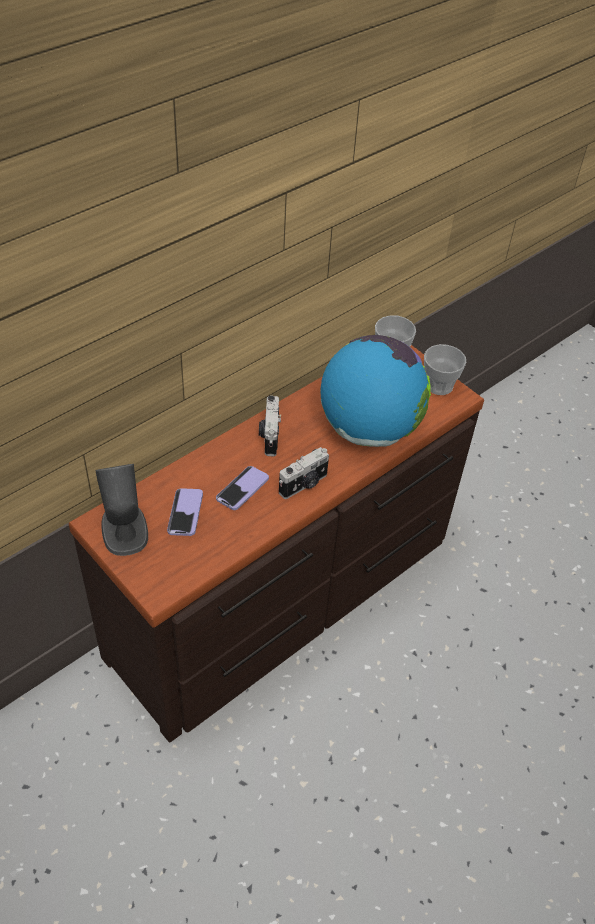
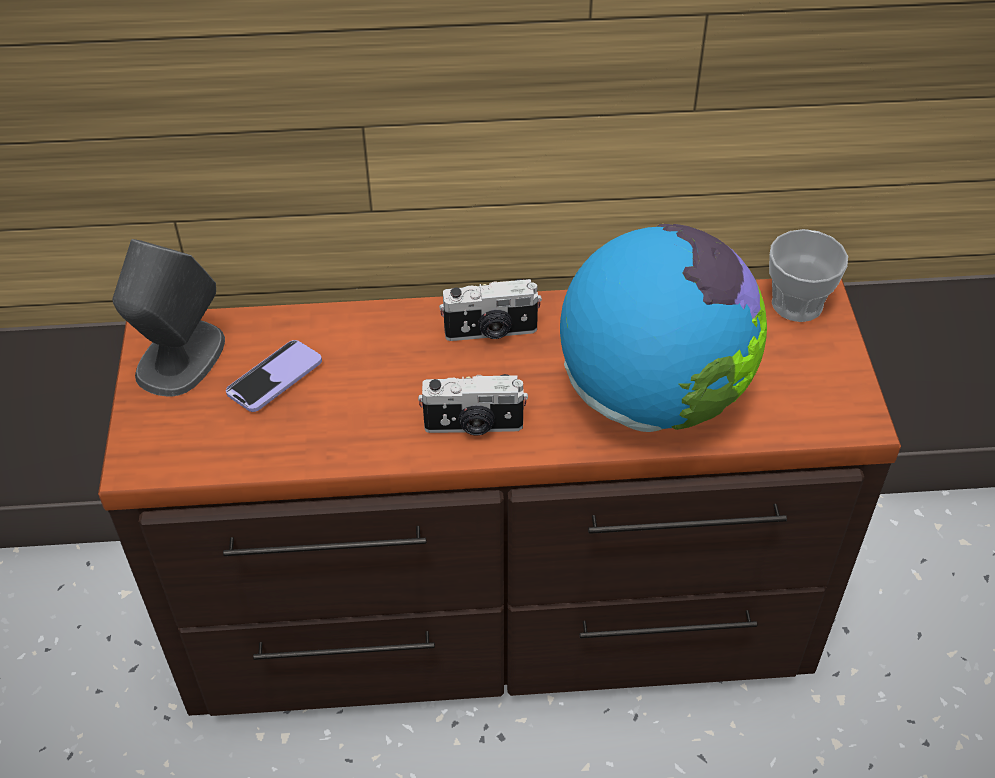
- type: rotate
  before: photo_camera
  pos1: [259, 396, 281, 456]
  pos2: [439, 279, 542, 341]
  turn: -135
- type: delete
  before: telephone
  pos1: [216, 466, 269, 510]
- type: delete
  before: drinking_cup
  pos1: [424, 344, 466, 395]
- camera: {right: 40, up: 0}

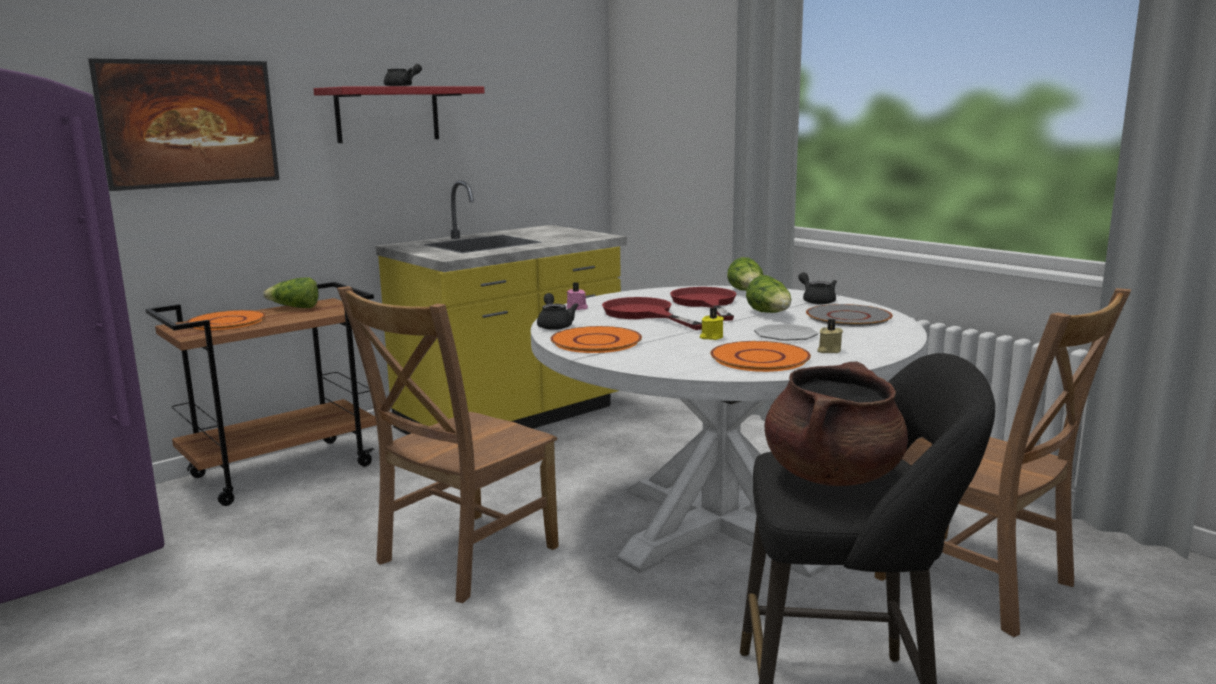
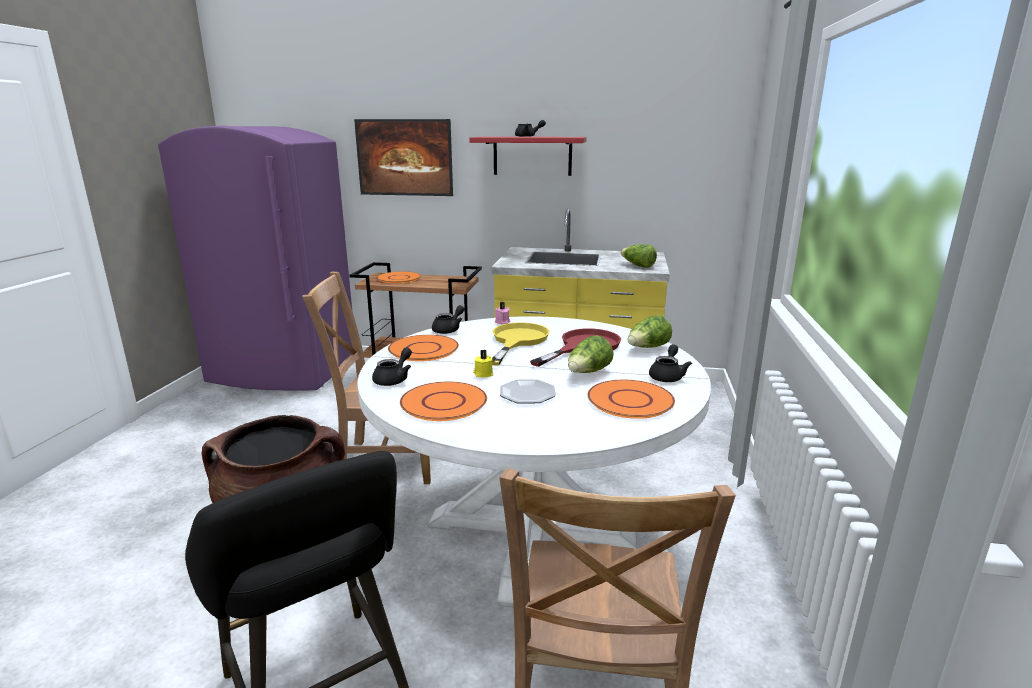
- type: insert
  after: black_teapot
  pos2: [372, 348, 412, 386]
- type: recolor
  before: reddish_frying_pan
  after: yellowish_frying_pan
  pos1: [602, 297, 702, 330]
  pos2: [492, 322, 550, 366]
- type: recolor
  before: grey_flat_dish
  after: orange_flat_dish
  pos1: [806, 304, 893, 327]
  pos2: [587, 380, 675, 419]
- type: move
  before: lettuce
  pos1: [263, 278, 319, 308]
  pos2: [620, 244, 657, 268]
- type: delete
  before: beige-coloured_wax_light
  pos1: [817, 319, 843, 353]
- camera: {right: 50, up: 5}

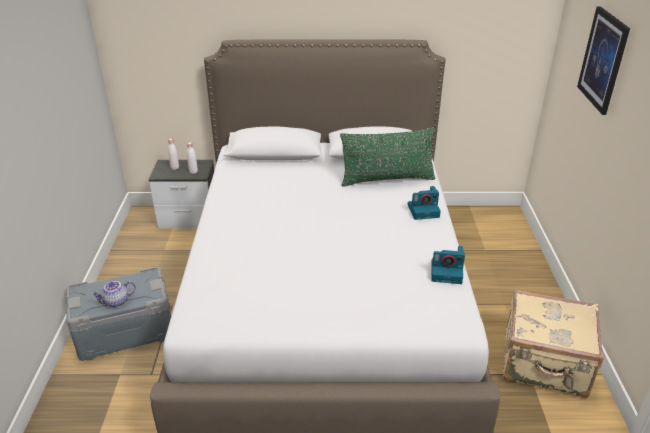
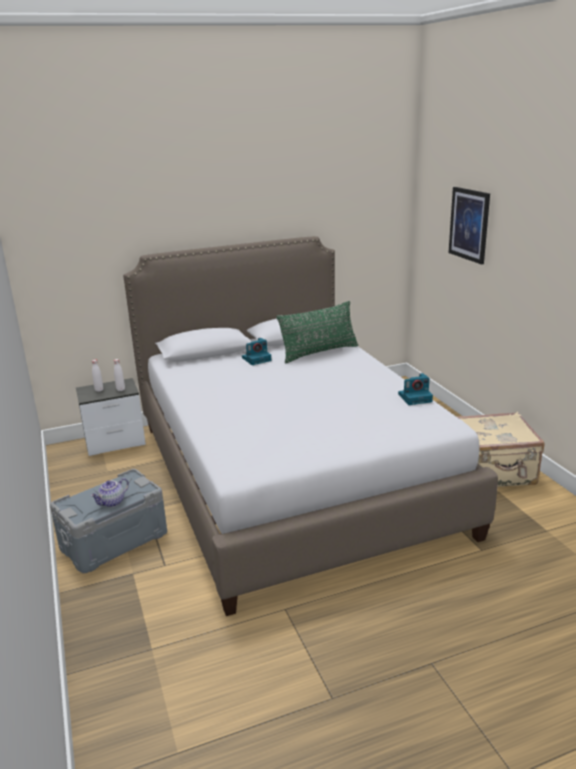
- type: move
  before: photo_camera
  pos1: [408, 186, 441, 220]
  pos2: [242, 338, 271, 365]
- camera: {right: -20, up: -10}

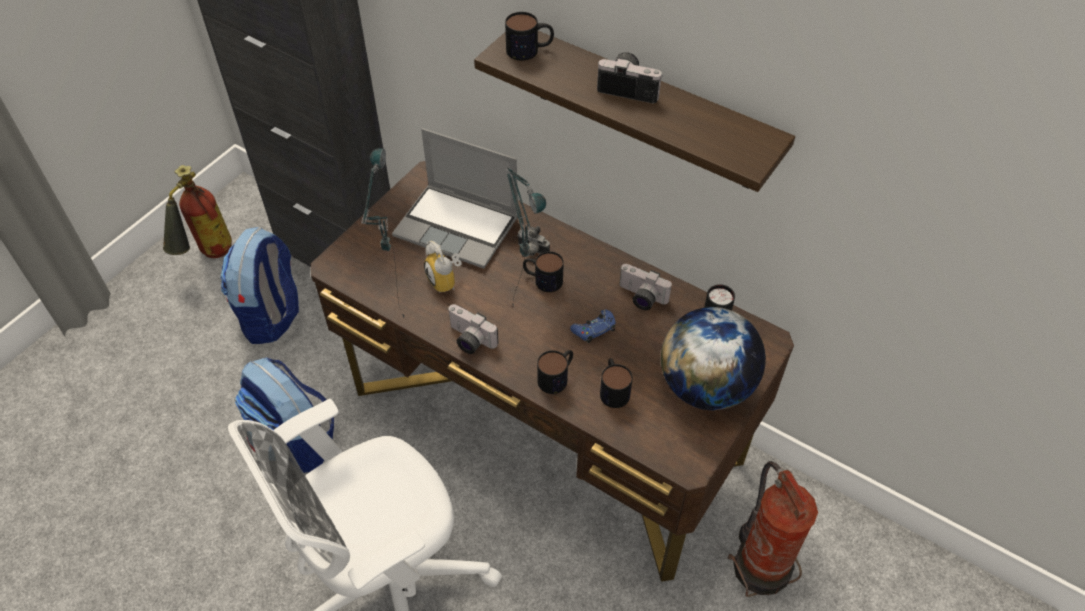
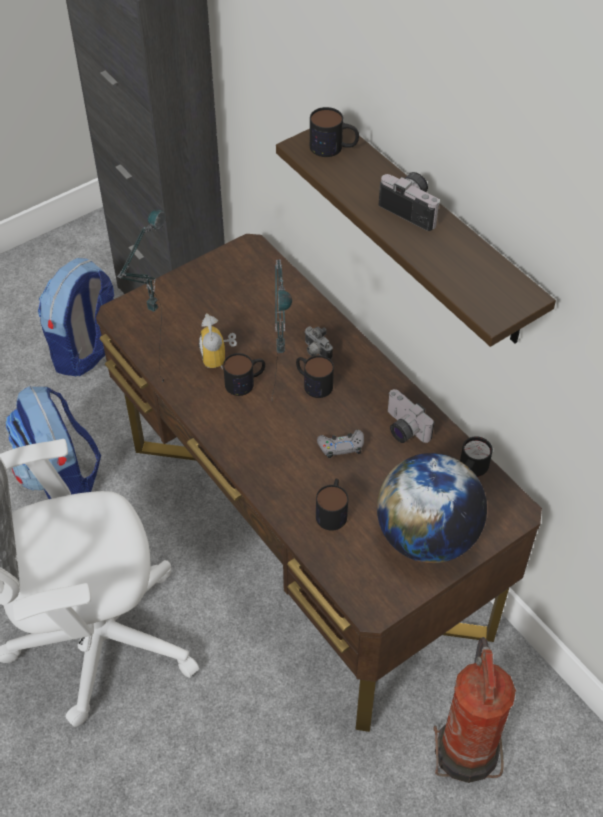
- type: move
  before: tea_mug
  pos1: [537, 350, 573, 394]
  pos2: [223, 353, 265, 396]
- type: recolor
  before: blue-coloured_game_controller
  after: grey_game_controller
  pos1: [570, 310, 616, 343]
  pos2: [317, 430, 364, 458]
- type: delete
  before: extinguisher
  pos1: [163, 165, 232, 258]
- type: delete
  before: portable_computer
  pos1: [392, 128, 518, 269]
- type: delete
  before: photo_camera
  pos1: [448, 304, 499, 354]
- camera: {right: 20, up: 0}

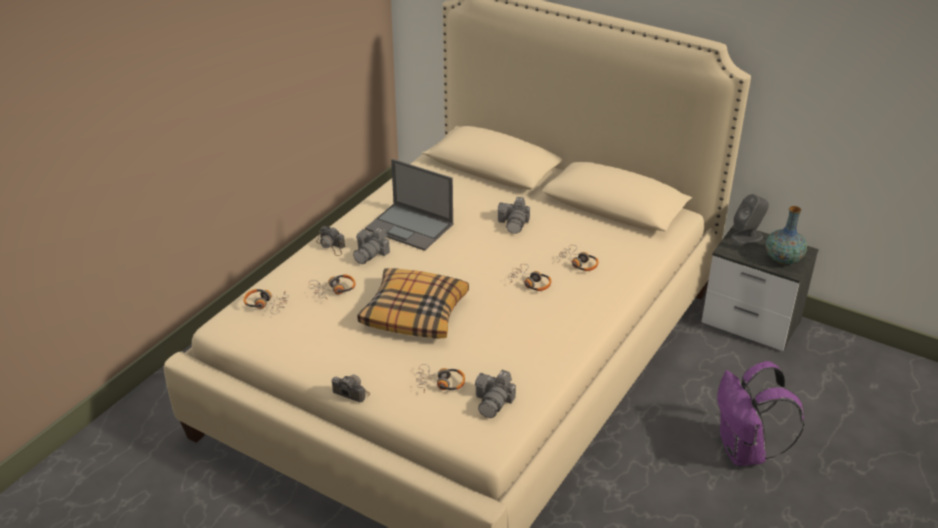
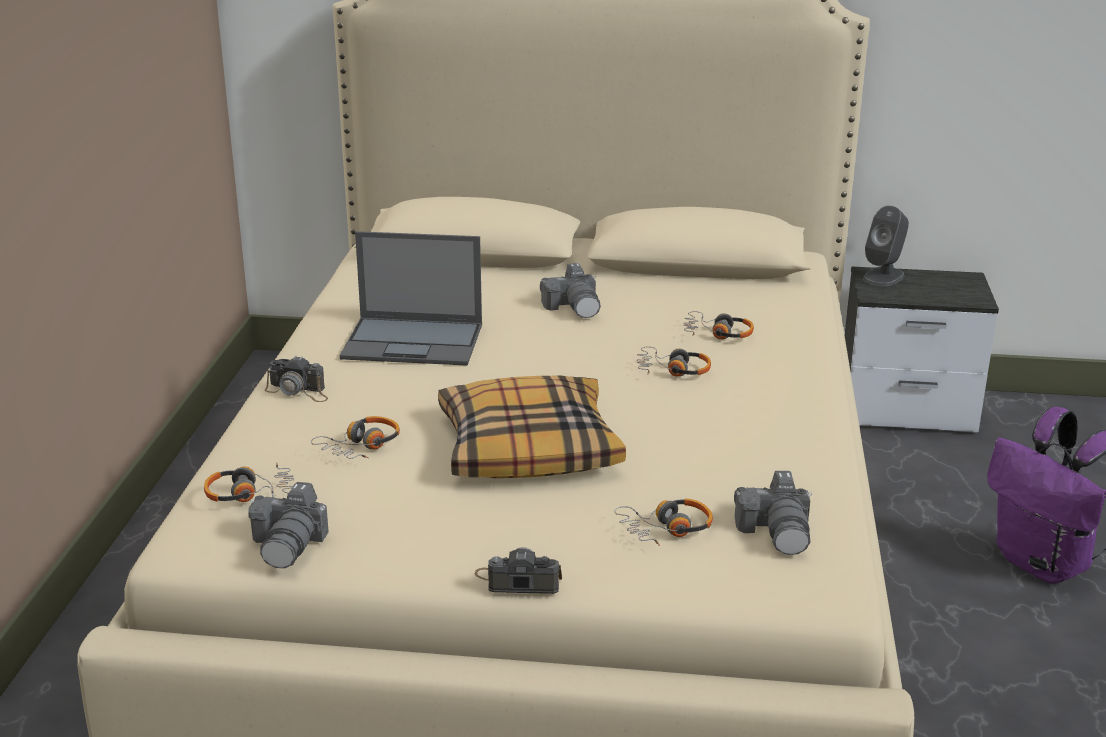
- type: move
  before: photo_camera
  pos1: [353, 227, 390, 264]
  pos2: [248, 482, 329, 568]
- type: delete
  before: vase
  pos1: [766, 206, 807, 265]
- camera: {right: -25, up: -10}

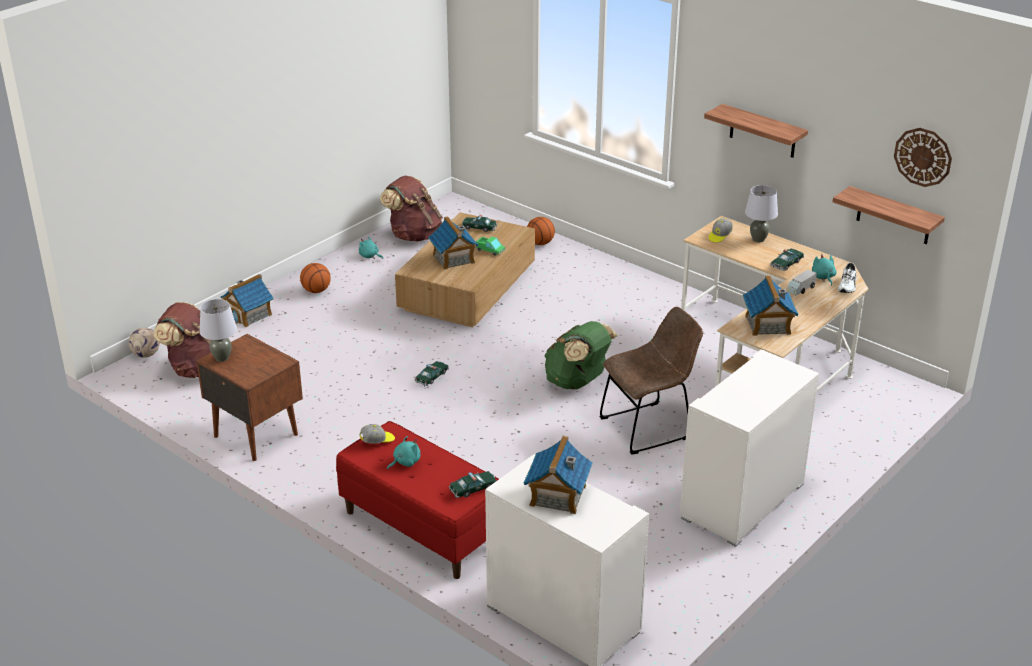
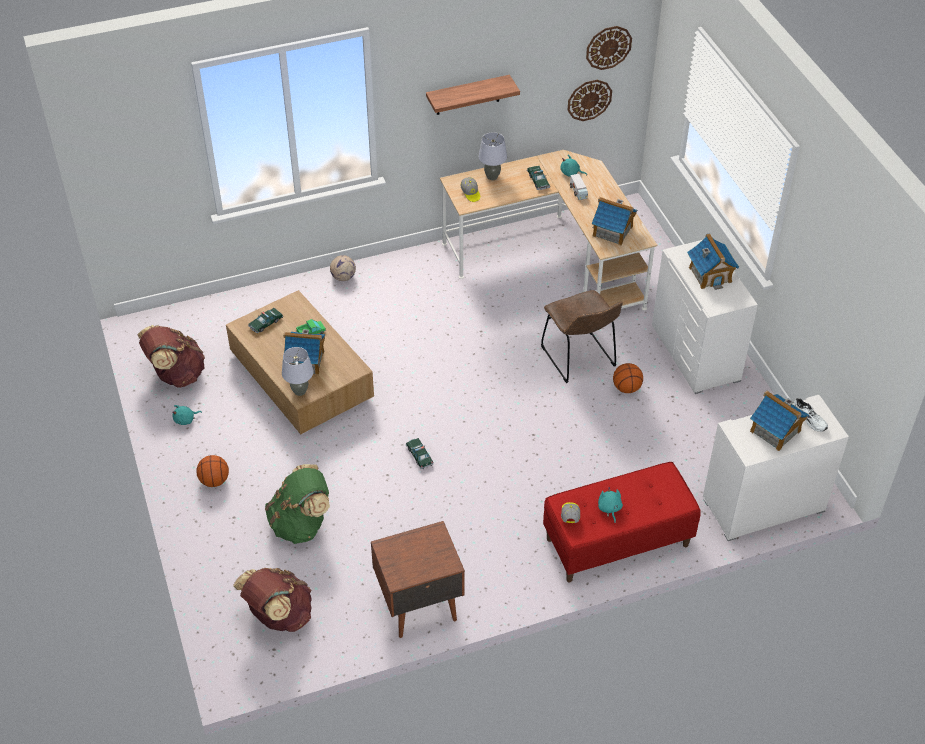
- type: move
  before: greenish_knapsack
  pos1: [544, 321, 618, 389]
  pos2: [265, 464, 330, 544]
- type: move
  before: grey_table_lamp
  pos1: [200, 299, 237, 362]
  pos2: [282, 347, 314, 396]
- type: move
  before: football_ball
  pos1: [129, 327, 160, 358]
  pos2: [330, 255, 356, 281]
- type: rotate
  before: brown_chair
  pos1: [599, 307, 703, 455]
  pos2: [541, 290, 623, 383]
  turn: 150
- type: replace
  before: shelf
  after: clock_on_the_wall
  pos1: [833, 186, 945, 244]
  pos2: [568, 80, 612, 121]
- type: move
  before: basketball
  pos1: [527, 217, 555, 245]
  pos2: [613, 363, 643, 393]
- type: move
  before: toy_house
  pos1: [220, 274, 274, 327]
  pos2: [687, 233, 739, 290]
- type: move
  before: white-coloured_shoe
  pos1: [838, 263, 857, 293]
  pos2: [793, 398, 828, 432]
- type: delete
  before: model_car
  pos1: [449, 471, 497, 498]
- camera: {right: -60, up: 15}

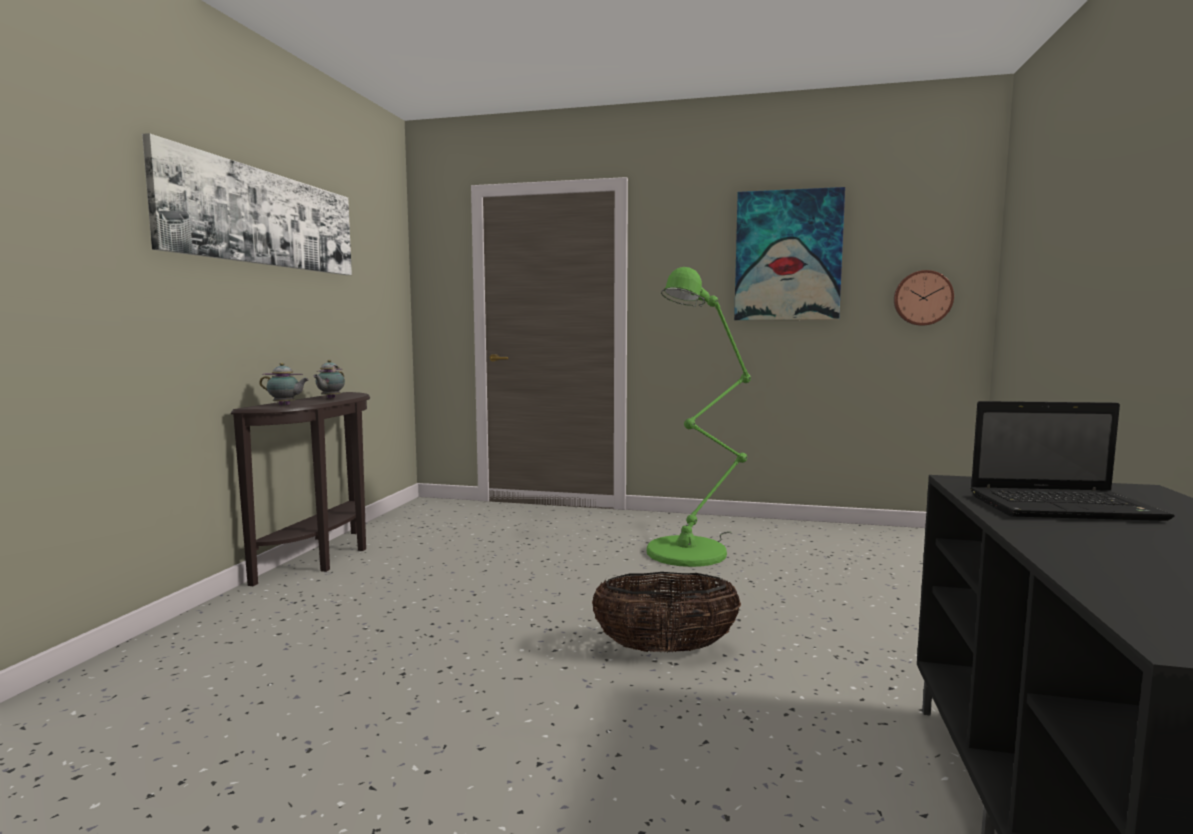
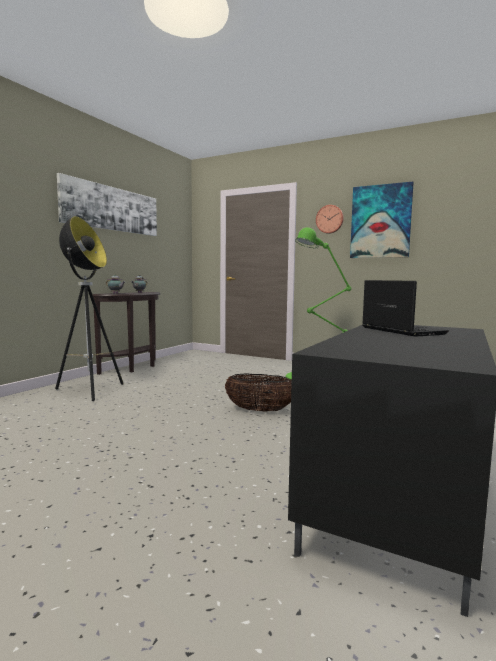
- type: insert
  after: standing_lamp
  pos2: [55, 216, 124, 401]
- type: move
  before: clock_on_the_wall
  pos1: [894, 270, 954, 326]
  pos2: [316, 205, 344, 234]
- type: rotate
  before: portable_computer
  pos1: [970, 401, 1174, 521]
  pos2: [362, 280, 449, 337]
  turn: -135
- camera: {right: 15, up: 0}

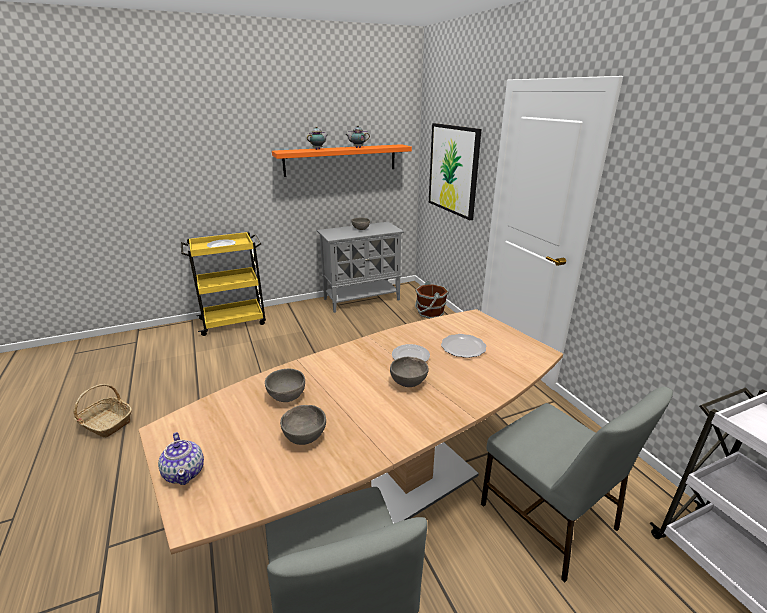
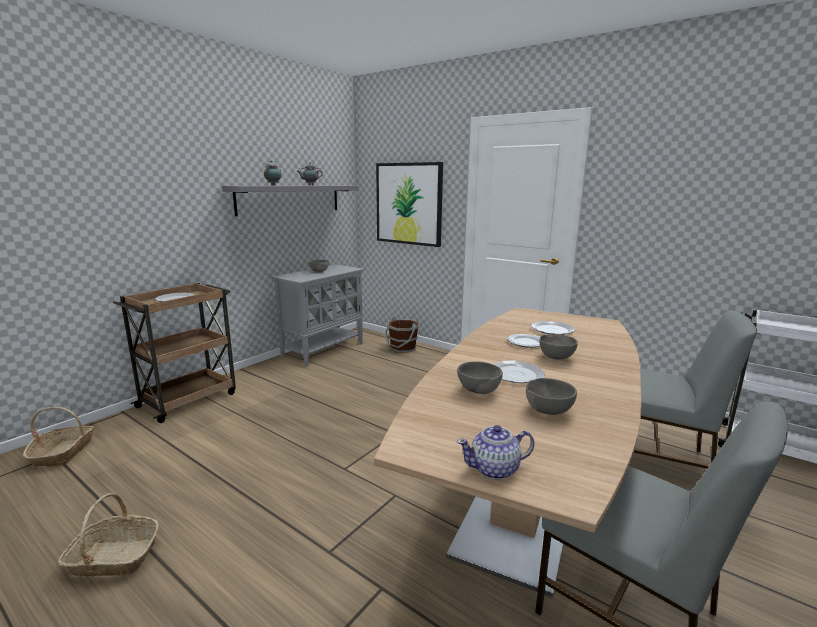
- type: insert
  after: basket
  pos2: [23, 407, 94, 466]
- type: recolor
  before: yellowish_trolley
  after: brown_trolley
  pos1: [181, 232, 266, 336]
  pos2: [113, 283, 236, 423]
- type: recolor
  before: orange_shelf
  after: grey_shelf
  pos1: [272, 144, 412, 177]
  pos2: [222, 185, 358, 216]
- type: rotate
  before: teapot
  pos1: [158, 432, 204, 485]
  pos2: [457, 425, 534, 480]
  turn: 135
- type: insert
  after: flat_dish
  pos2: [493, 360, 545, 383]
- camera: {right: -30, up: -10}

